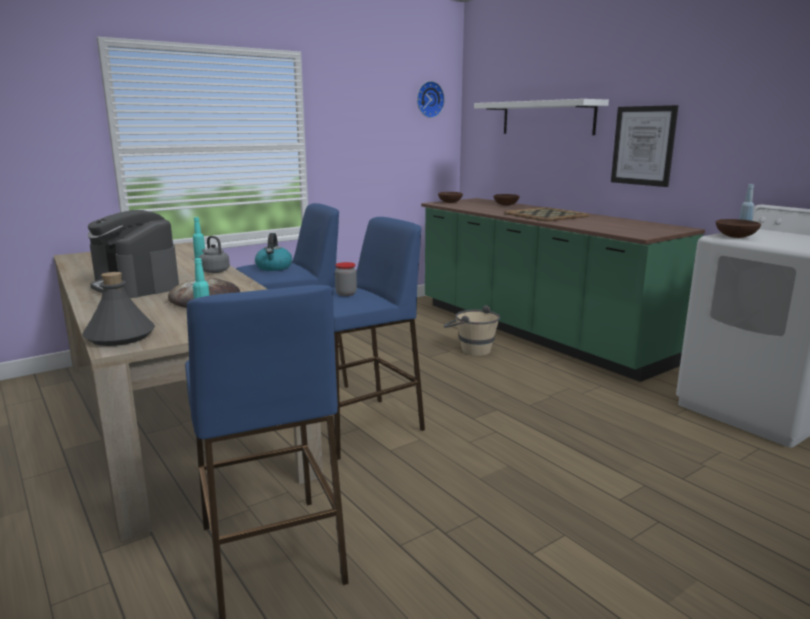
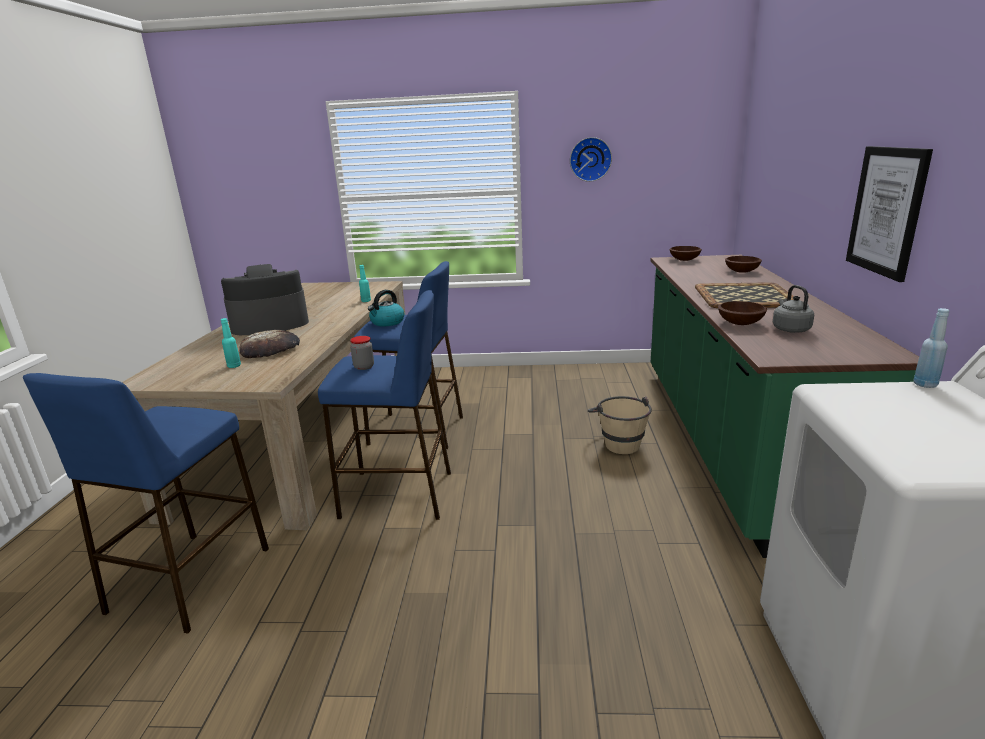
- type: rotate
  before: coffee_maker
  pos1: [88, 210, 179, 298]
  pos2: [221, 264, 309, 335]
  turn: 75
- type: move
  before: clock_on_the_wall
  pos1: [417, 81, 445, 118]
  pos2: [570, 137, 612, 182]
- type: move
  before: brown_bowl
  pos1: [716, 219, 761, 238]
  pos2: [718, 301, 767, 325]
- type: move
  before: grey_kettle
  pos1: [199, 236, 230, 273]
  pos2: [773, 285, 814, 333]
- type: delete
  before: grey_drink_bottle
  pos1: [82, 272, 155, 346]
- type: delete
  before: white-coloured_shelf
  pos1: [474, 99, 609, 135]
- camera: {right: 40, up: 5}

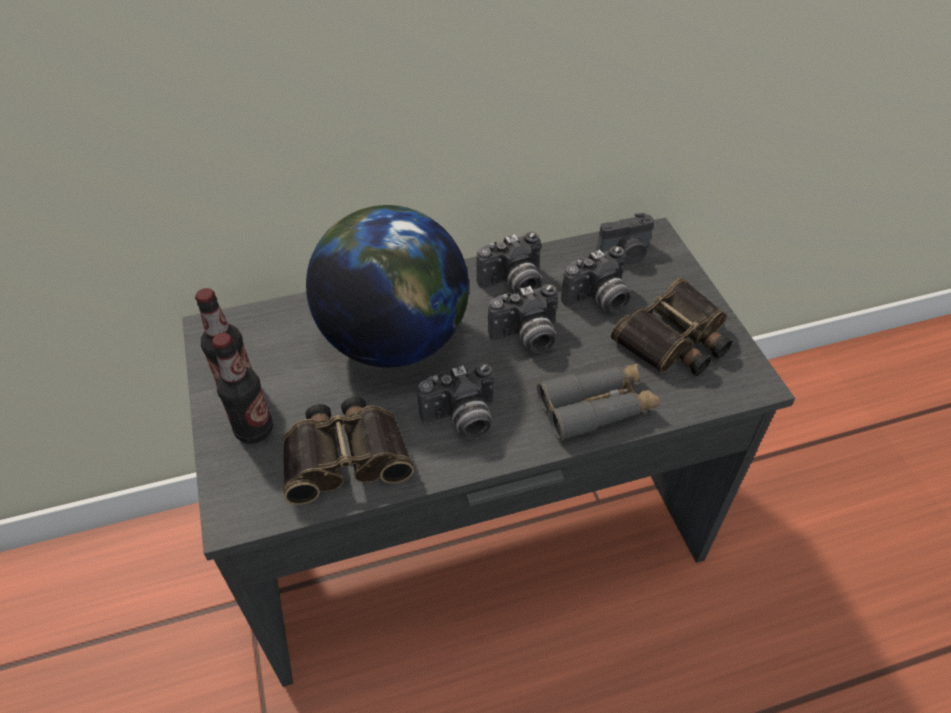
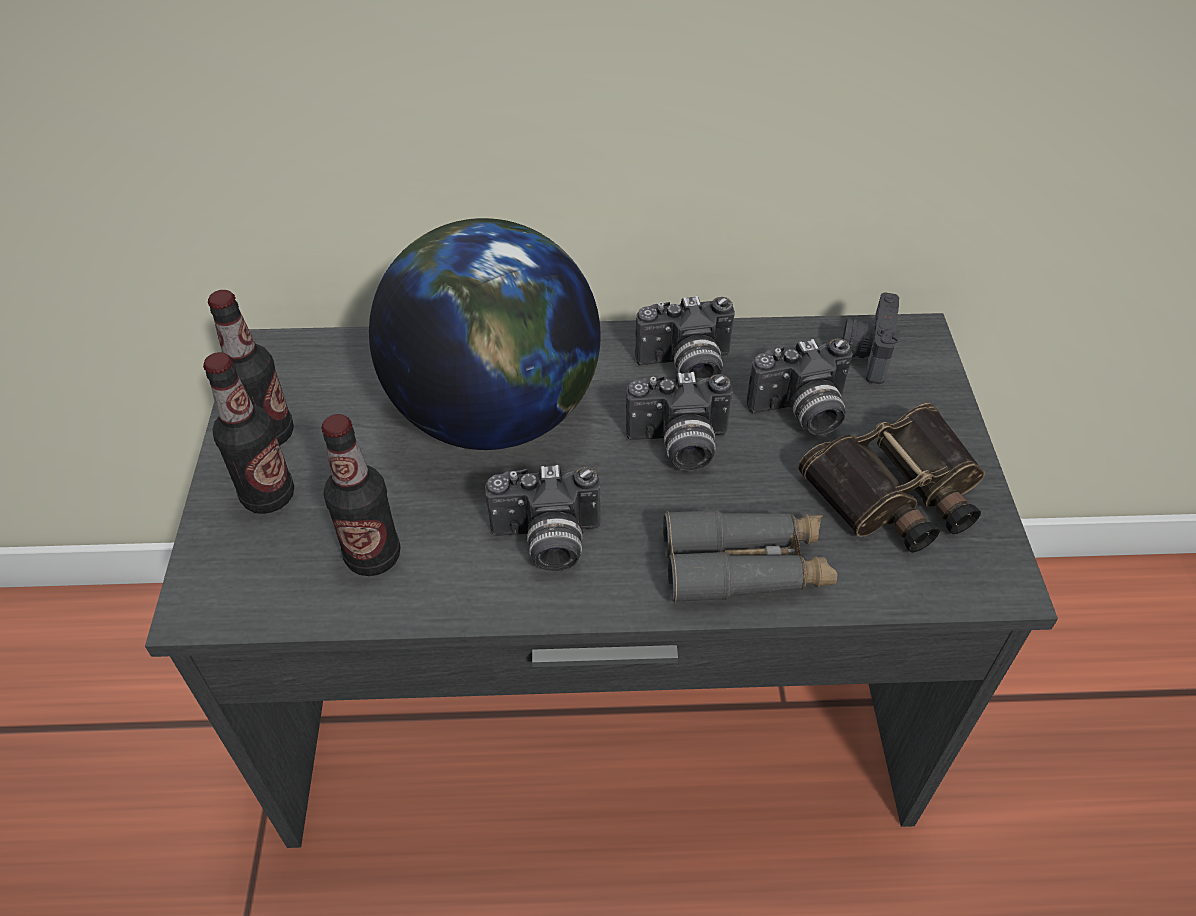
- type: replace
  before: field_glasses
  after: drink_bottle
  pos1: [283, 397, 414, 505]
  pos2: [321, 414, 401, 576]
- type: rotate
  before: photo_camera
  pos1: [597, 213, 654, 264]
  pos2: [842, 292, 900, 384]
  turn: 105
- camera: {right: 15, up: 0}

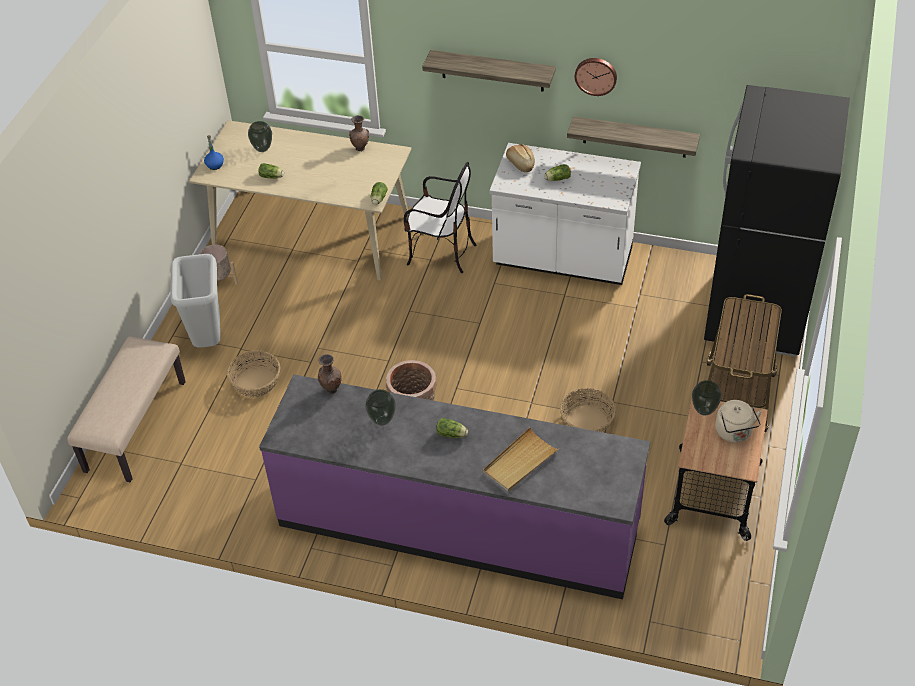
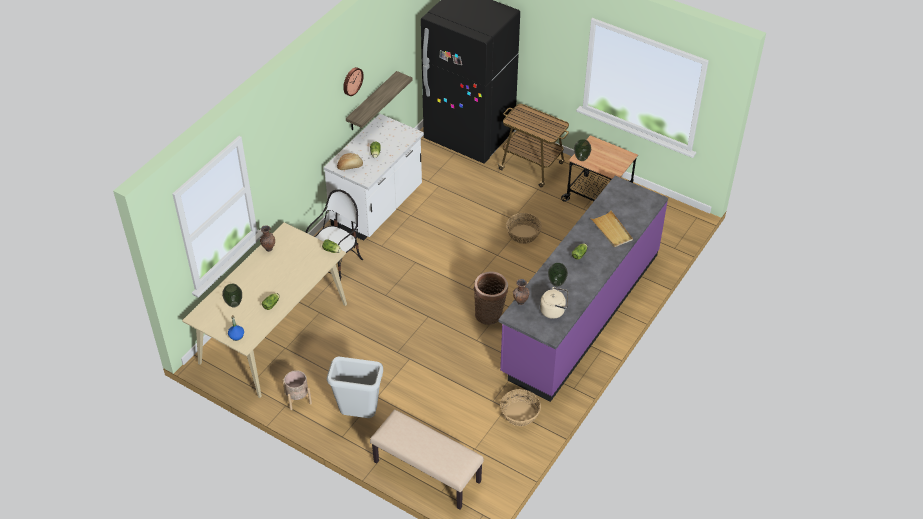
- type: move
  before: basket
  pos1: [227, 350, 280, 397]
  pos2: [500, 389, 541, 426]
- type: move
  before: beige-coloured_kettle
  pos1: [715, 400, 762, 443]
  pos2: [540, 287, 568, 319]
- type: delete
  before: shelf
  pos1: [422, 50, 556, 92]
- camera: {right: -75, up: 0}

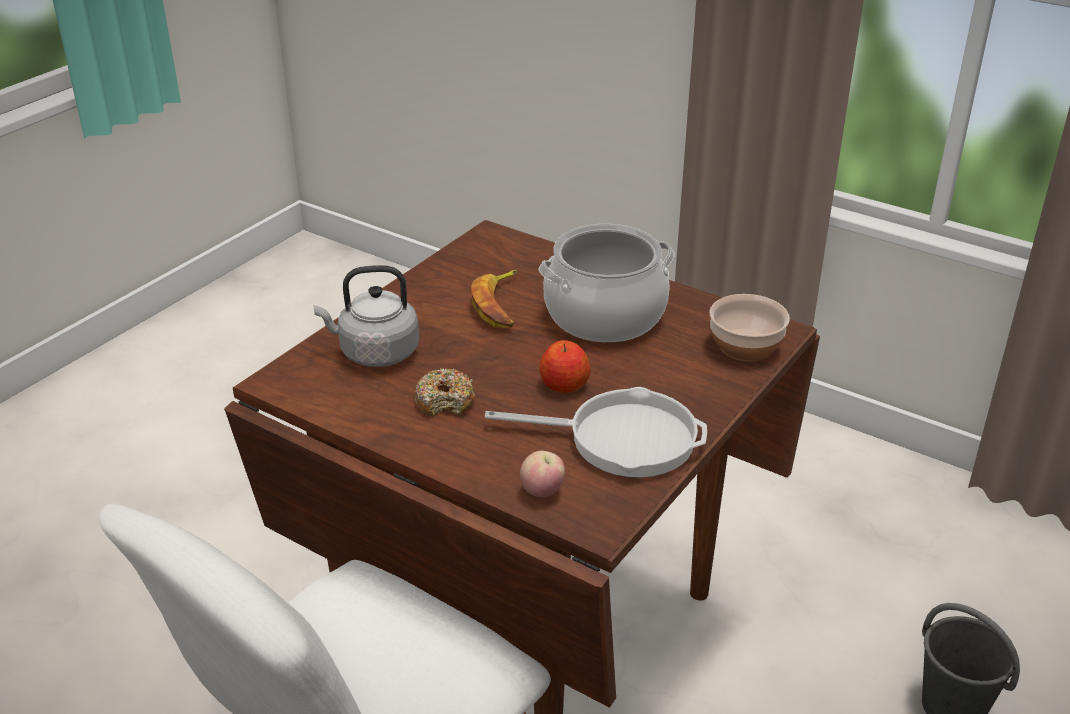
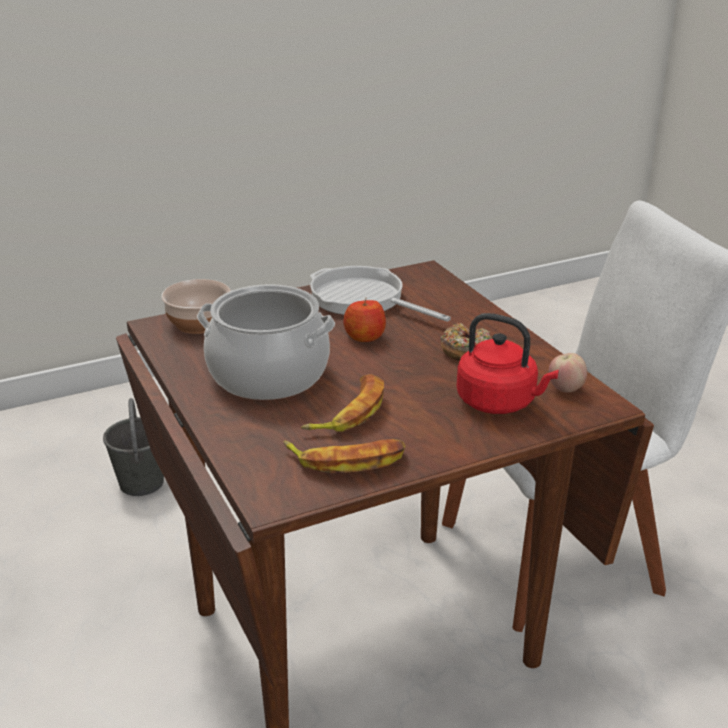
- type: insert
  after: banana
  pos2: [284, 439, 405, 473]
- type: recolor
  before: grey_kettle
  after: reddish_kettle
  pos1: [313, 265, 419, 367]
  pos2: [457, 313, 559, 414]
- type: move
  before: whole_apple
  pos1: [520, 451, 565, 497]
  pos2: [549, 353, 587, 393]
- camera: {right: -150, up: -5}

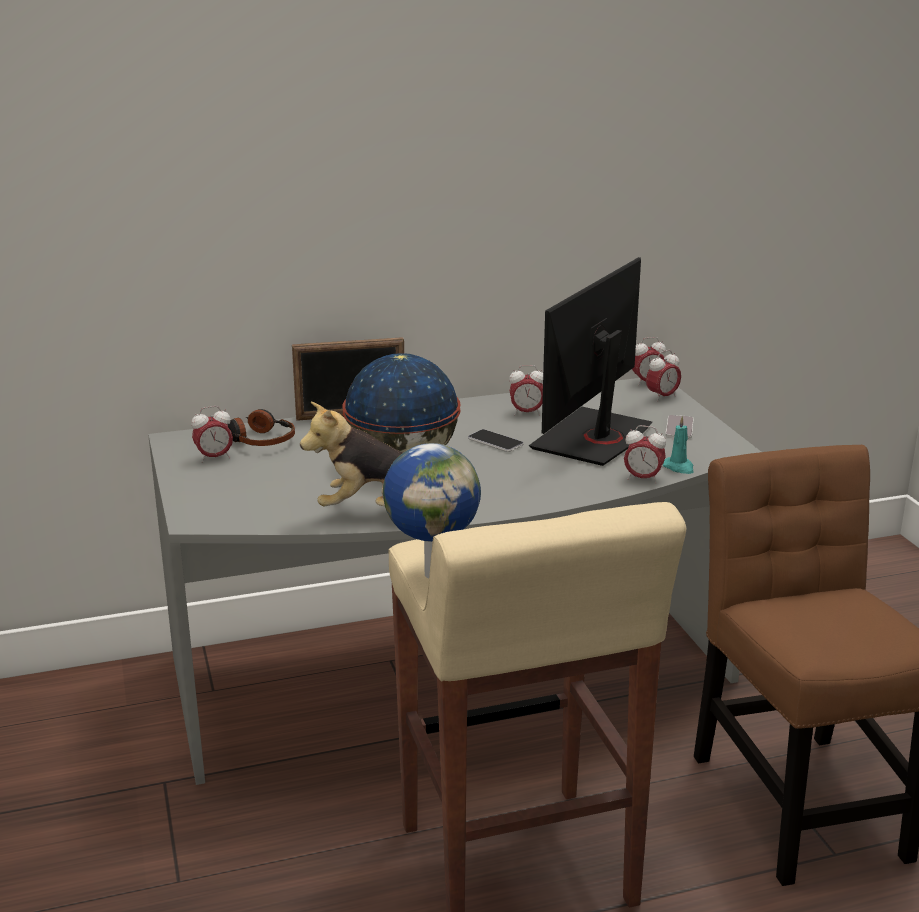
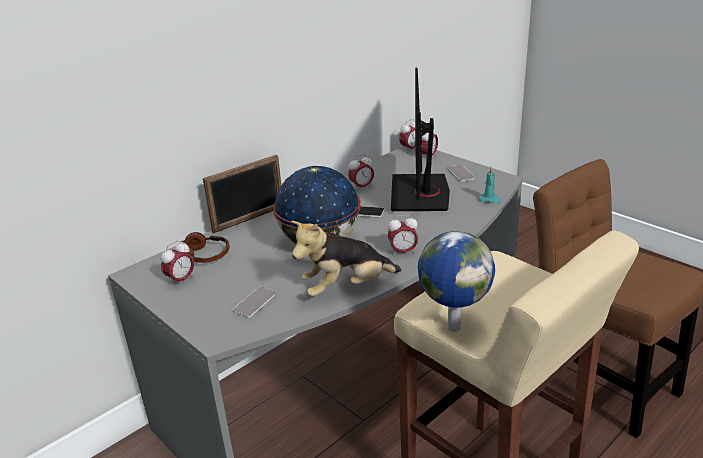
- type: insert
  after: telephone
  pos2: [233, 287, 277, 318]
- type: move
  before: table_clock
  pos1: [624, 425, 666, 484]
  pos2: [388, 214, 418, 256]
- camera: {right: -25, up: 5}

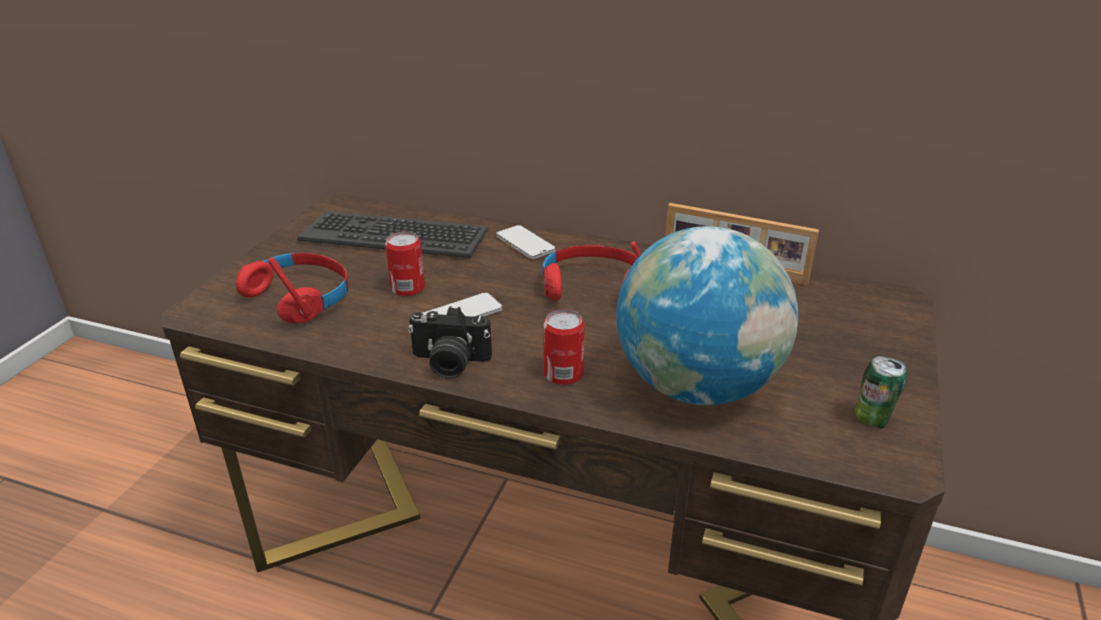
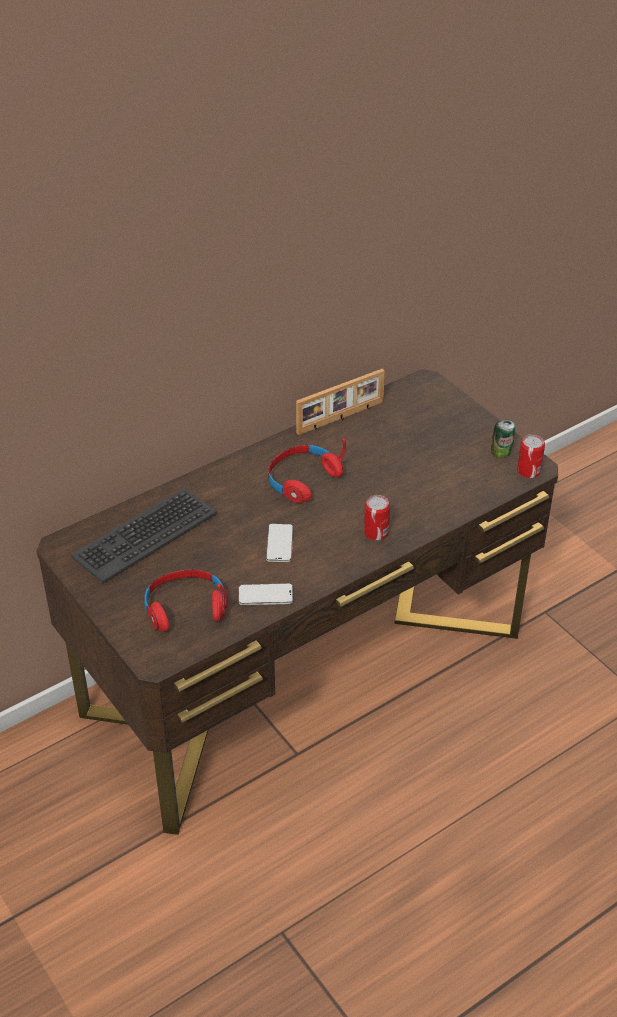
- type: move
  before: telephone
  pos1: [496, 225, 556, 259]
  pos2: [239, 583, 293, 605]
- type: move
  before: can
  pos1: [385, 231, 425, 297]
  pos2: [517, 434, 545, 478]
- type: delete
  before: photo_camera
  pos1: [408, 306, 492, 379]
- type: delete
  before: desk_globe
  pos1: [617, 226, 799, 405]
- camera: {right: -55, up: 10}

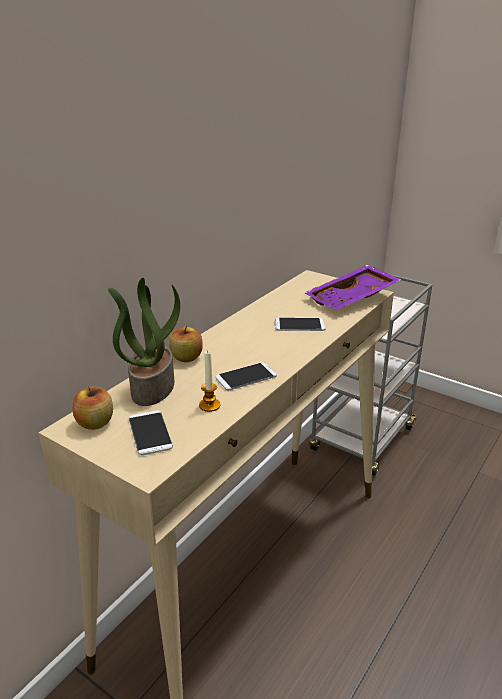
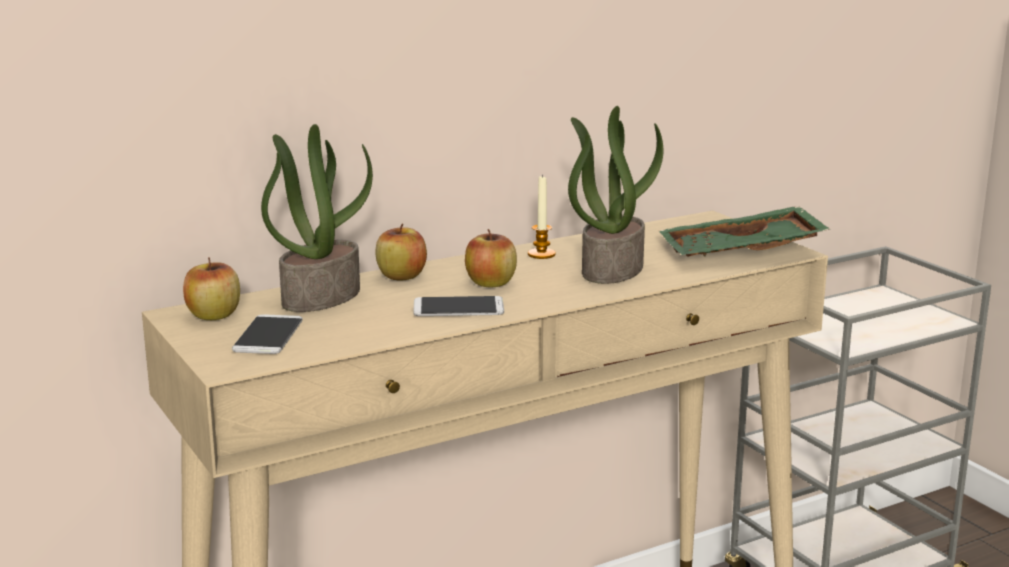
- type: insert
  after: whole_apple
  pos2: [465, 229, 517, 287]
- type: move
  before: wax_light
  pos1: [199, 350, 220, 412]
  pos2: [528, 174, 556, 259]
- type: replace
  before: telephone
  after: houseplant
  pos1: [275, 318, 326, 331]
  pos2: [568, 106, 663, 284]
- type: recolor
  before: purple-coloured_serving_tray
  after: greenish_serving_tray
  pos1: [305, 265, 402, 310]
  pos2: [659, 206, 831, 257]
- camera: {right: 25, up: -10}

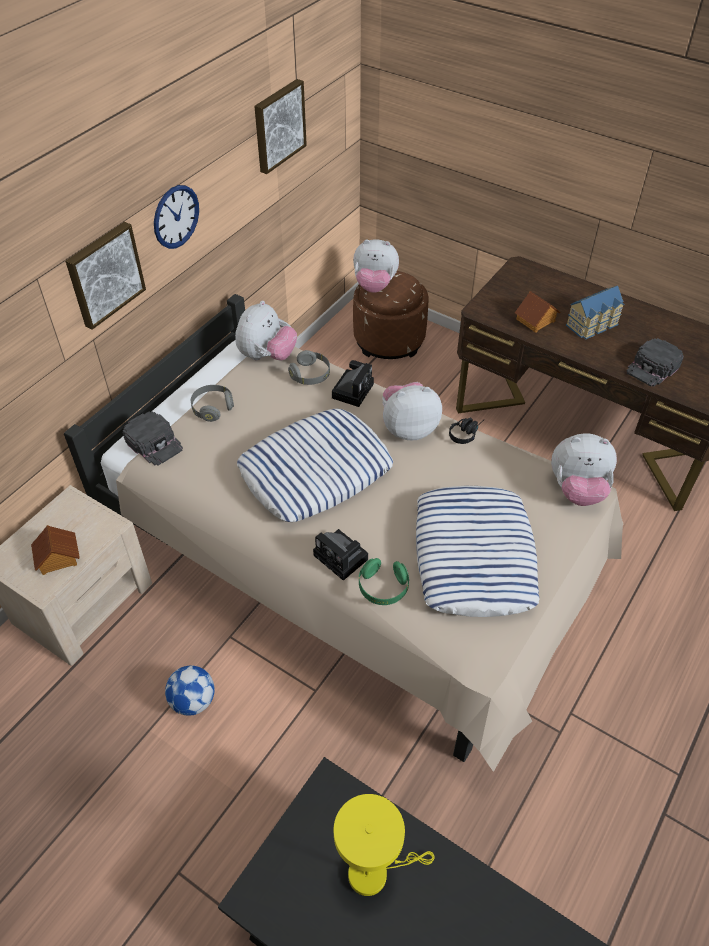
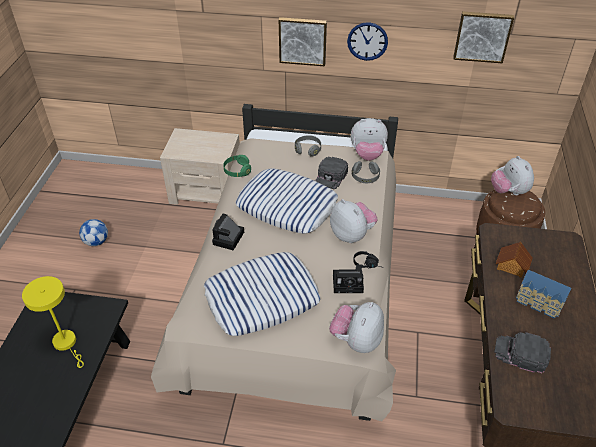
- type: move
  before: football_ball
  pos1: [165, 666, 215, 716]
  pos2: [79, 219, 108, 246]
- type: move
  before: greenish_headset
  pos1: [359, 558, 409, 605]
  pos2: [223, 155, 251, 177]
- type: move
  before: black_baseball_cap
  pos1: [122, 412, 183, 465]
  pos2: [316, 157, 348, 189]
- type: rotate
  before: soft_toy
  pos1: [551, 433, 617, 506]
  pos2: [329, 302, 384, 353]
  turn: 45
- type: move
  before: photo_camera
  pos1: [332, 360, 374, 407]
  pos2: [333, 265, 364, 293]
- type: delete
  before: toy_house
  pos1: [31, 525, 80, 575]
- camera: {right: 65, up: -5}

